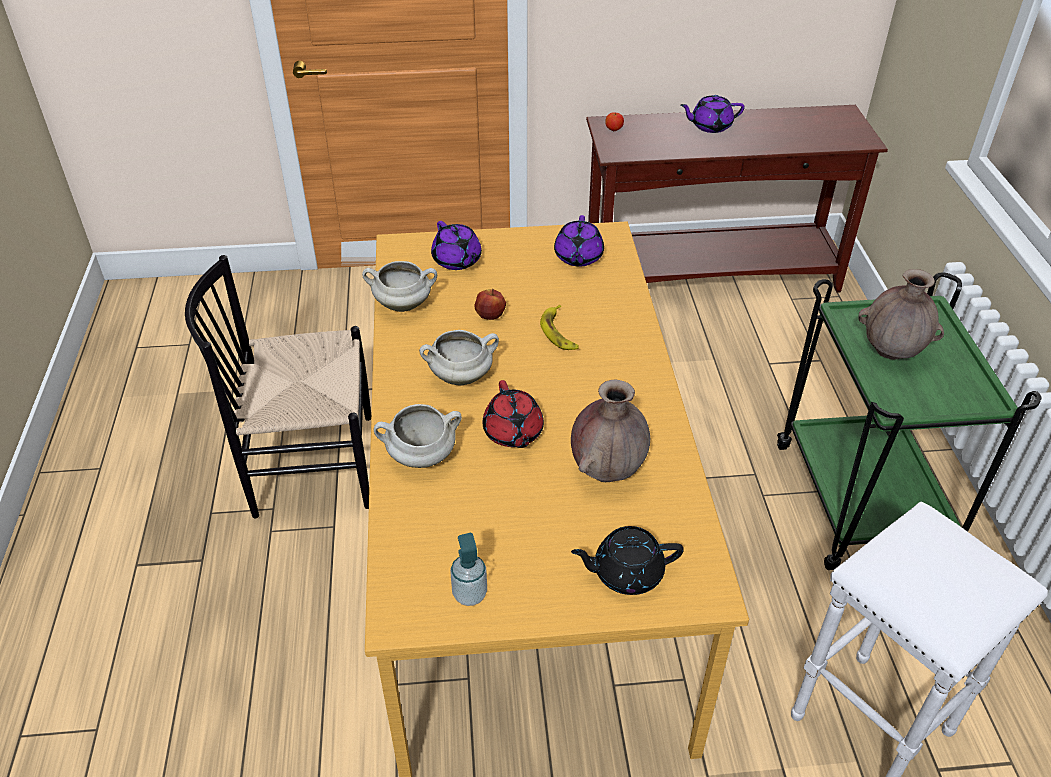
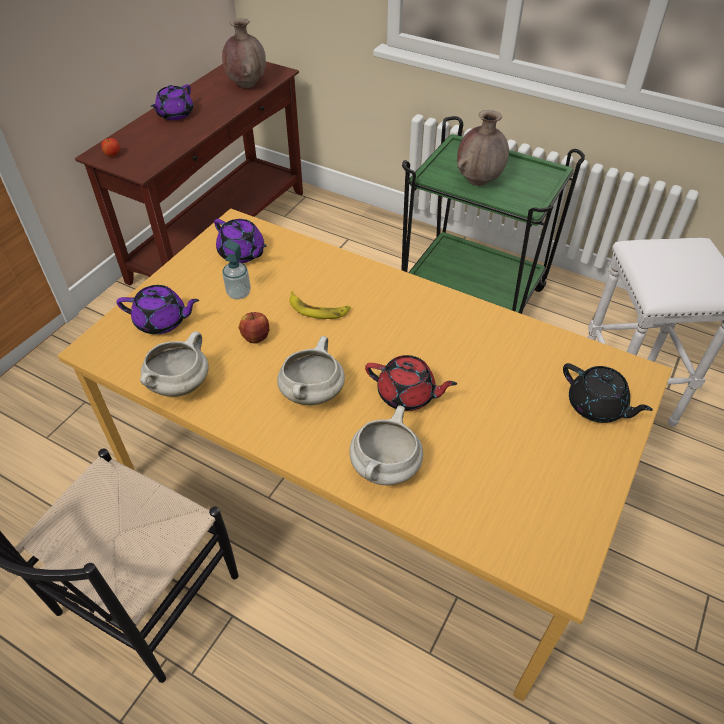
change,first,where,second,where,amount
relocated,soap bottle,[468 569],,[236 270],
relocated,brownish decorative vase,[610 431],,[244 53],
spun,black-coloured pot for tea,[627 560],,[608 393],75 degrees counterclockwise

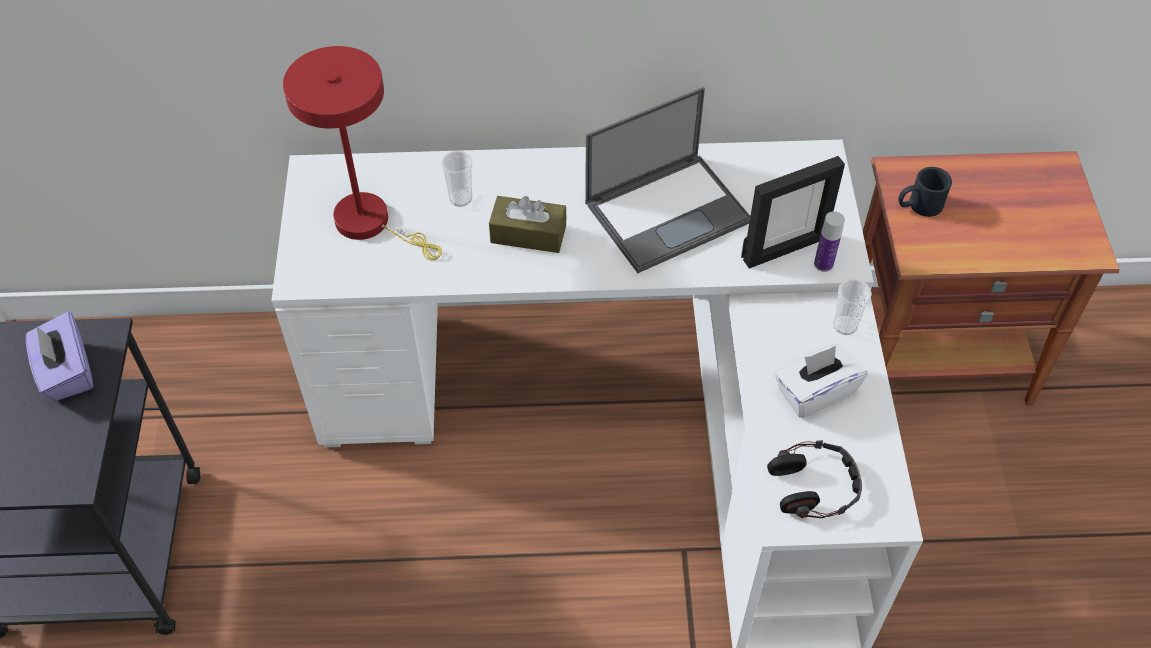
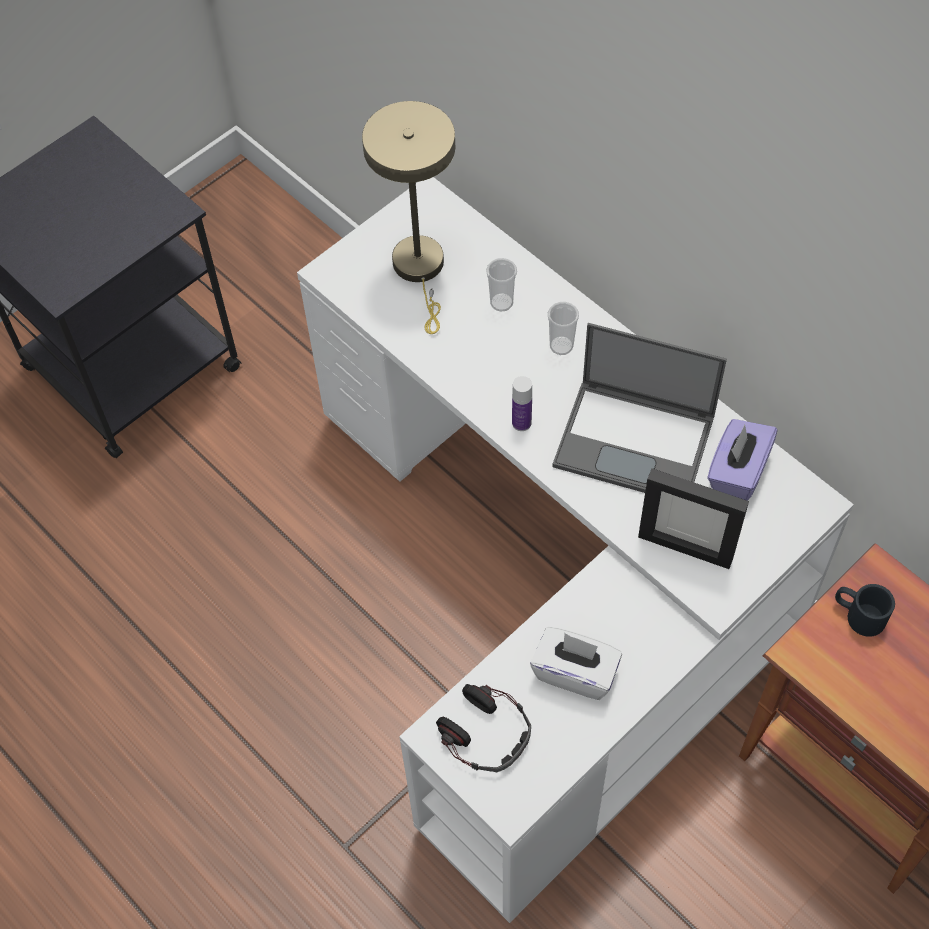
change,first,where,second,where,amount
missing,brownish box of tissues,[528 224],,,
relocated,purple-coloured box of tissues,[60 356],,[742 459],
relocated,drink bottle,[829 241],,[522 403],
relocated,cup,[852 307],,[563 328],
colour,reddish table lamp,[362 153],beige-coloured table lamp,[408 217],

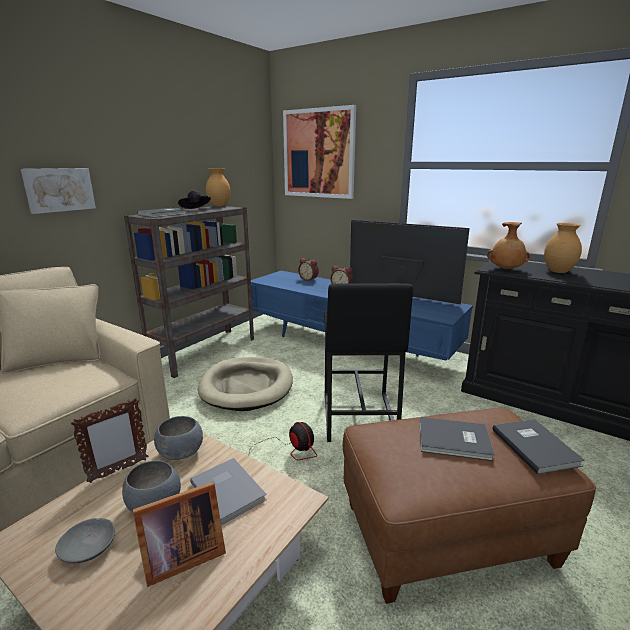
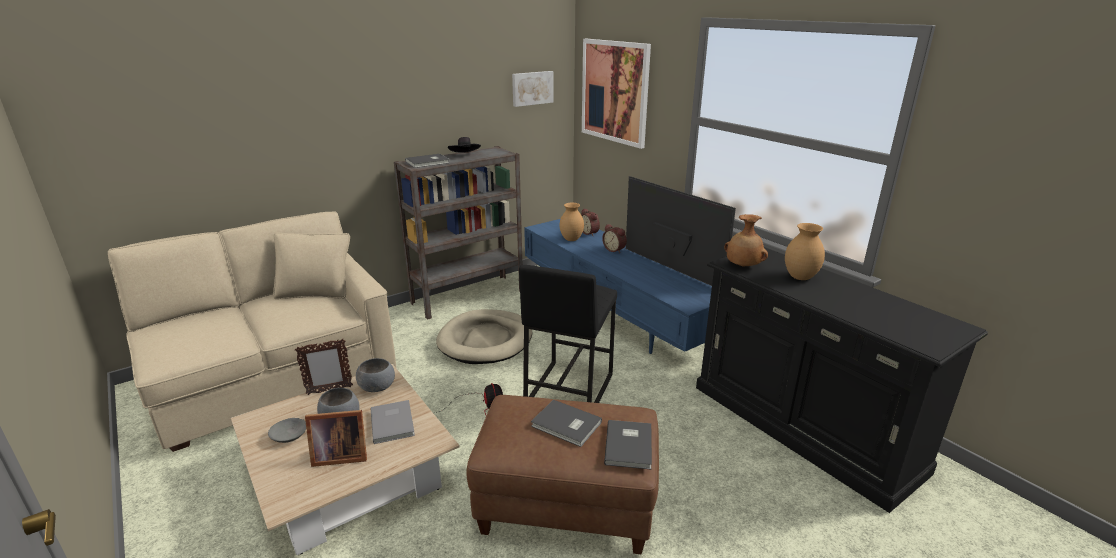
change,first,where,second,where,amount
relocated,wall picture,[58 191],,[533 89],
relocated,brownish decorative vase,[218 188],,[572 222],

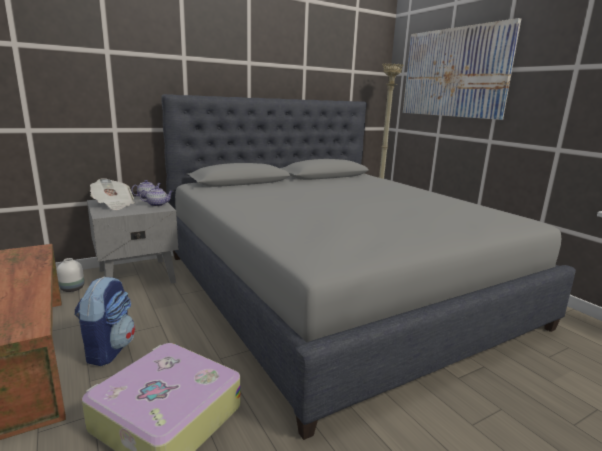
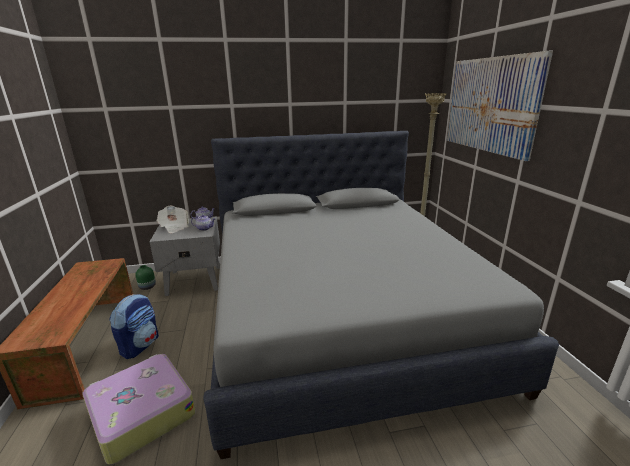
change,first,where,second,where,amount
colour,white-coloured decorative vase,[70 275],greenish decorative vase,[145 277],

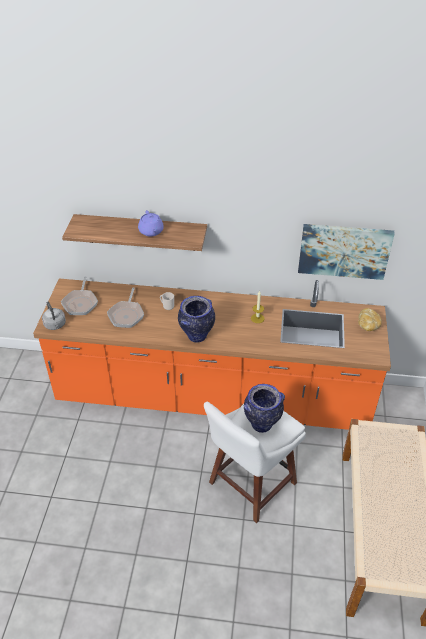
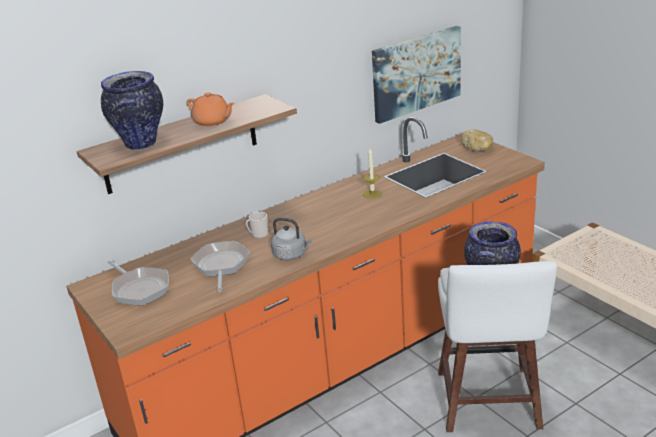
change,first,where,second,where,amount
relocated,gray tea kettle,[54 316],,[291 239],
relocated,decorative vase,[196 319],,[132 110],
colour,purple-coloured pot for tea,[151 223],orange pot for tea,[211 109],
spun,skillet,[125 307],,[220 267],150 degrees counterclockwise

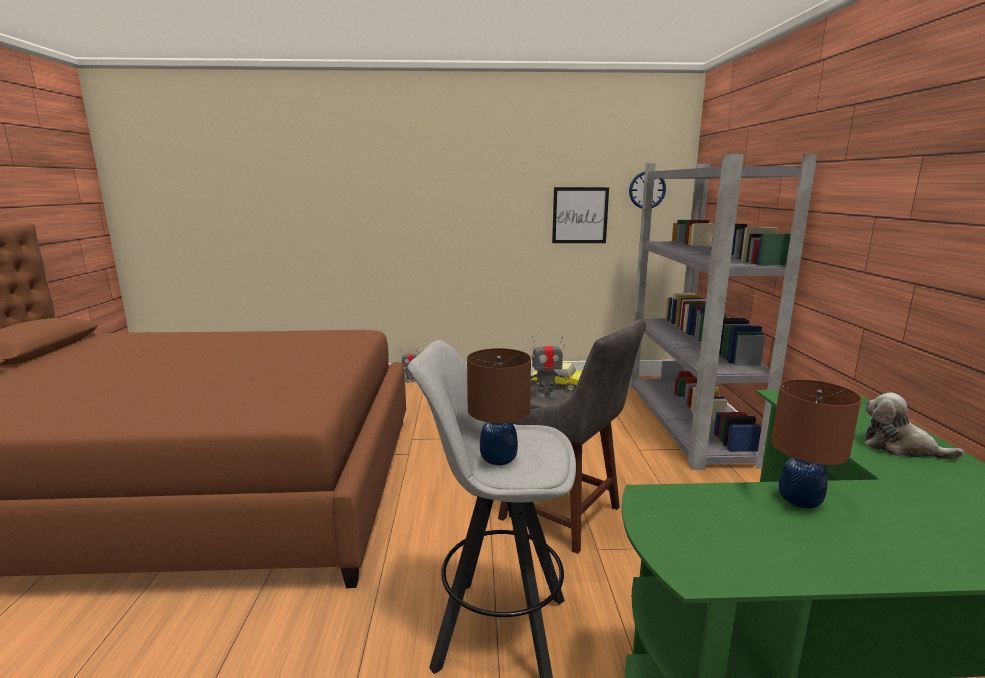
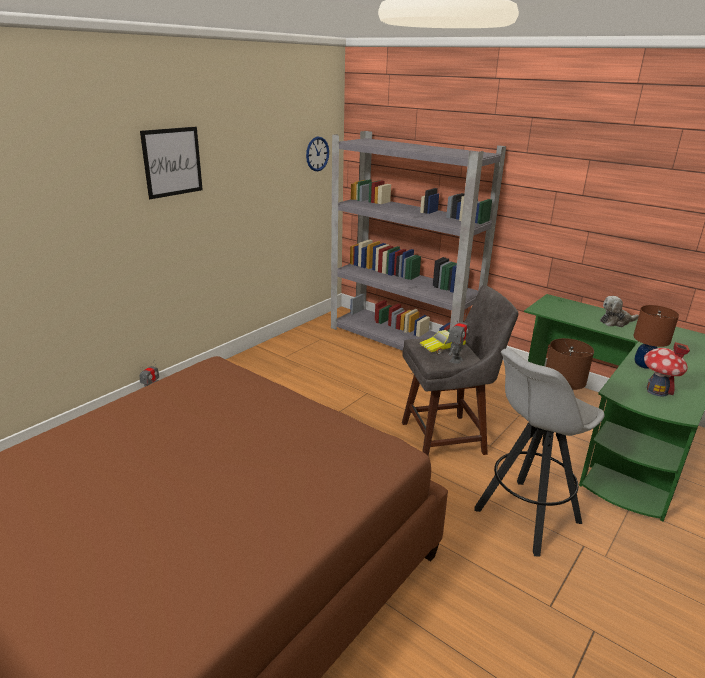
change,first,where,second,where,amount
appeared,,,toy house,[667 369],
relocated,wall picture,[580 215],,[171 163],

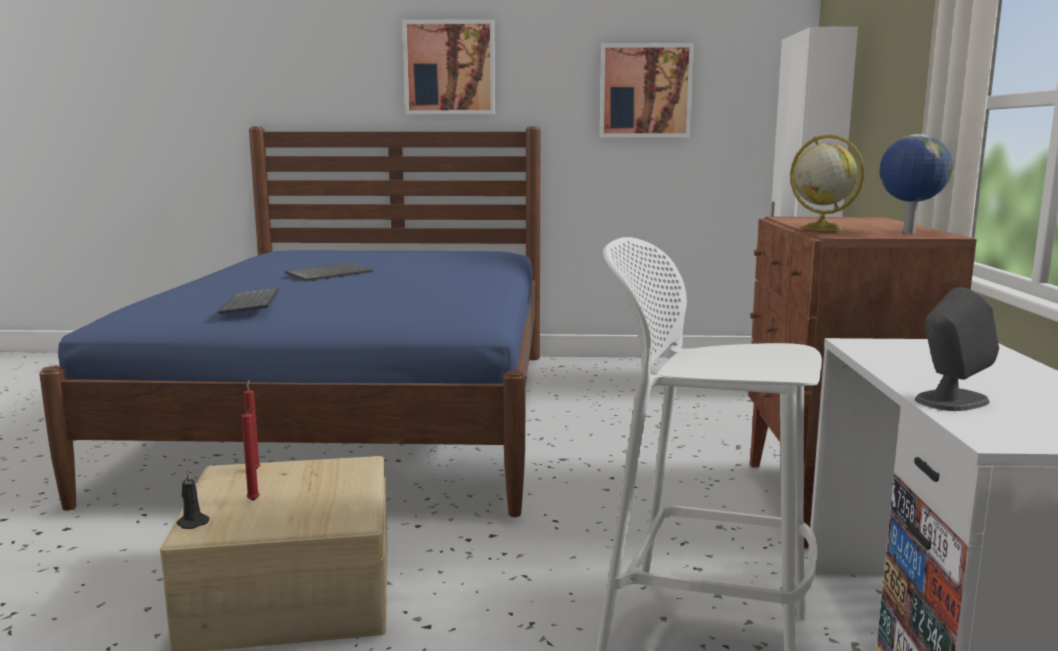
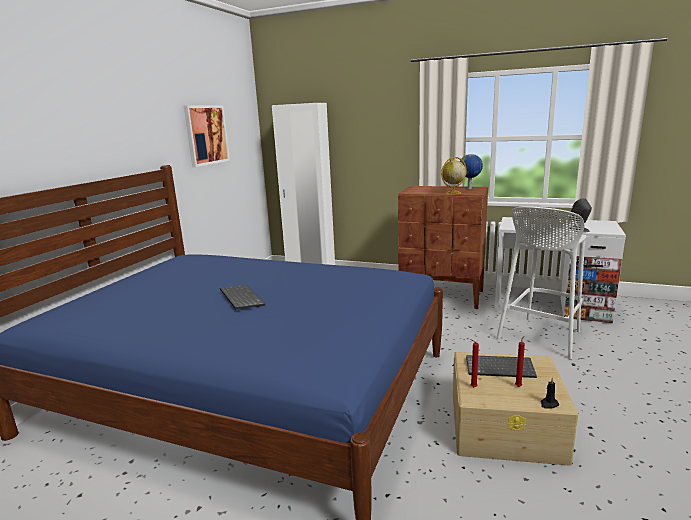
change,first,where,second,where,amount
missing,wall picture,[448 67],,,
relocated,PC keyboard,[249 301],,[501 366],

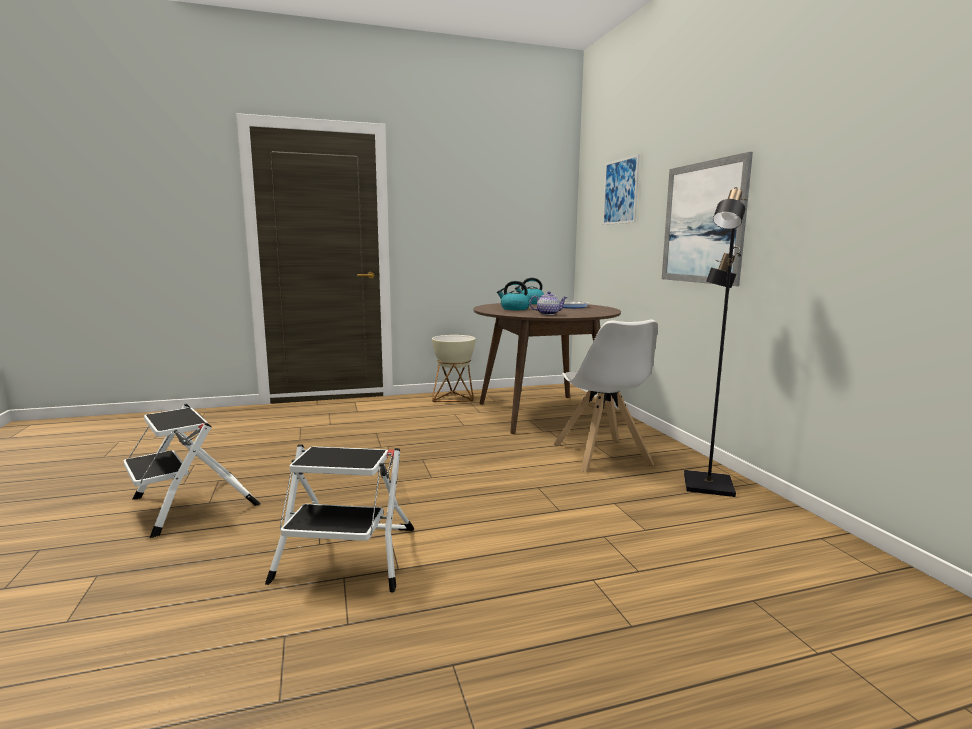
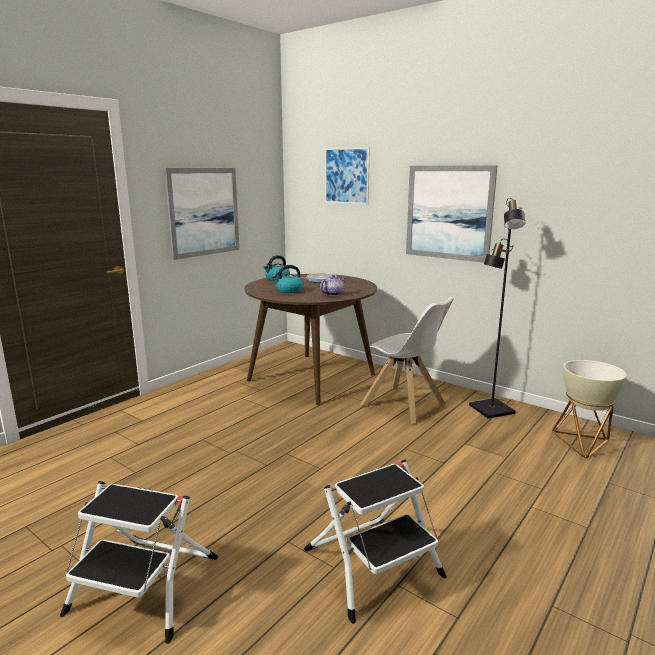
change,first,where,second,where,amount
appeared,,,wall picture,[201 214],
relocated,planter,[454 368],,[589 409],

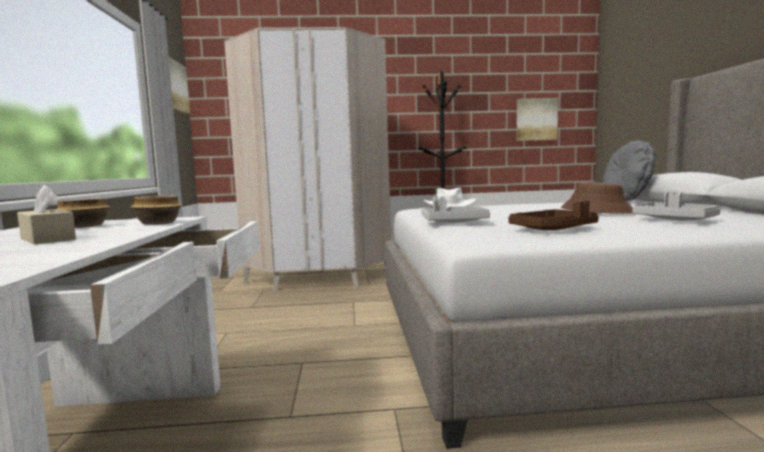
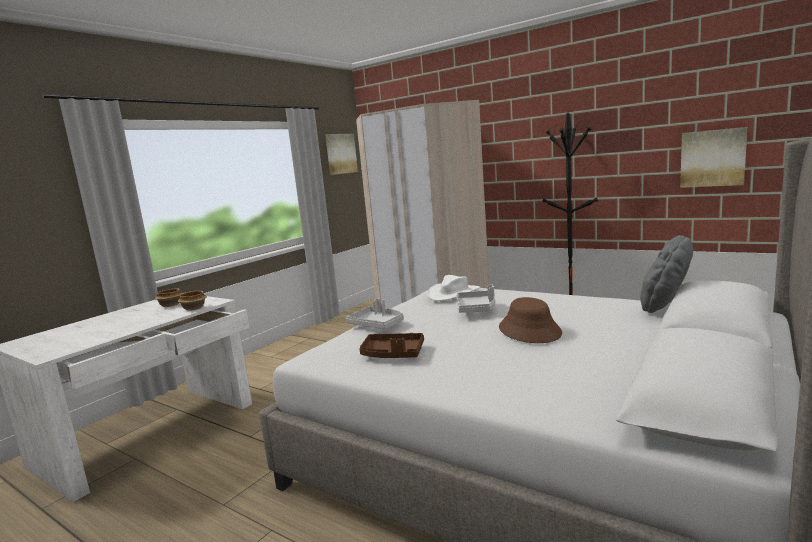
change,first,where,second,where,amount
missing,beige-coloured box of tissues,[46 215],,,
relocated,gray serving tray,[676 206],,[476 298],

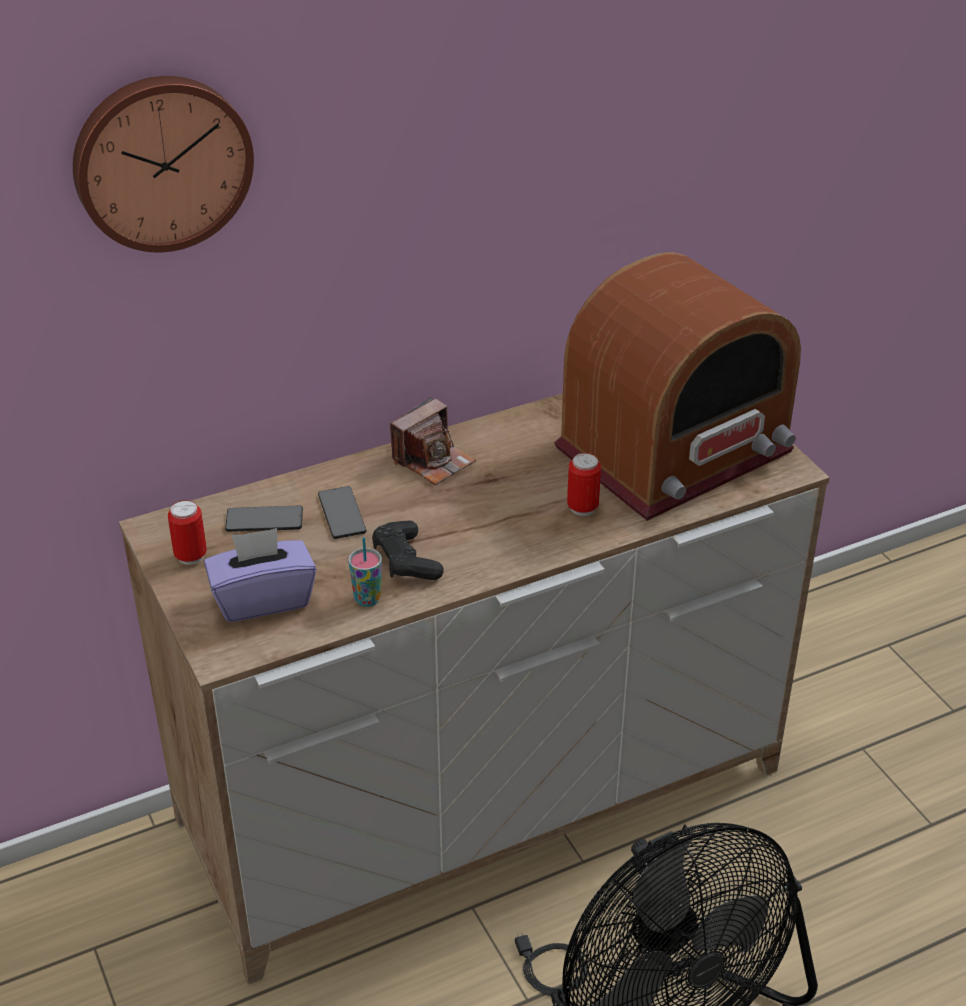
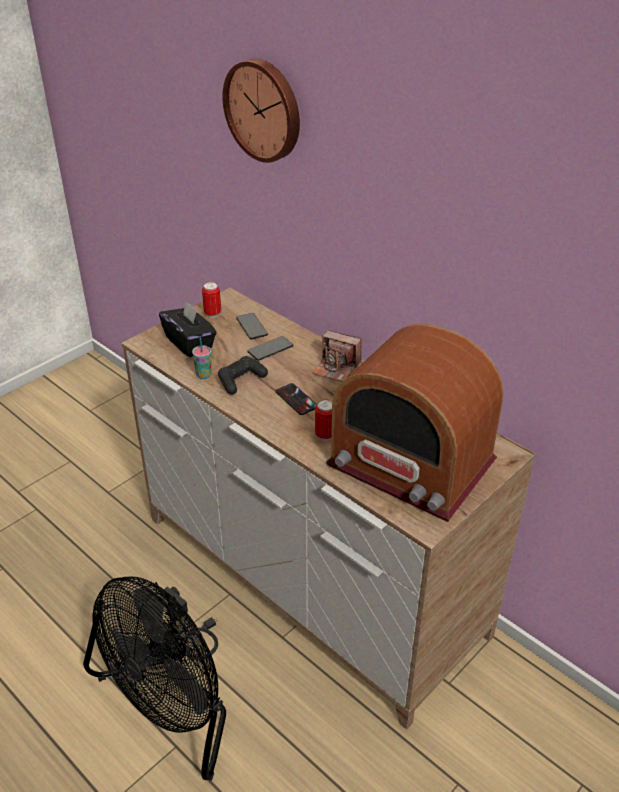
change,first,where,second,where,amount
appeared,,,telephone,[296 399],
colour,purple-coloured box of tissues,[260 575],black-coloured box of tissues,[188 329],

